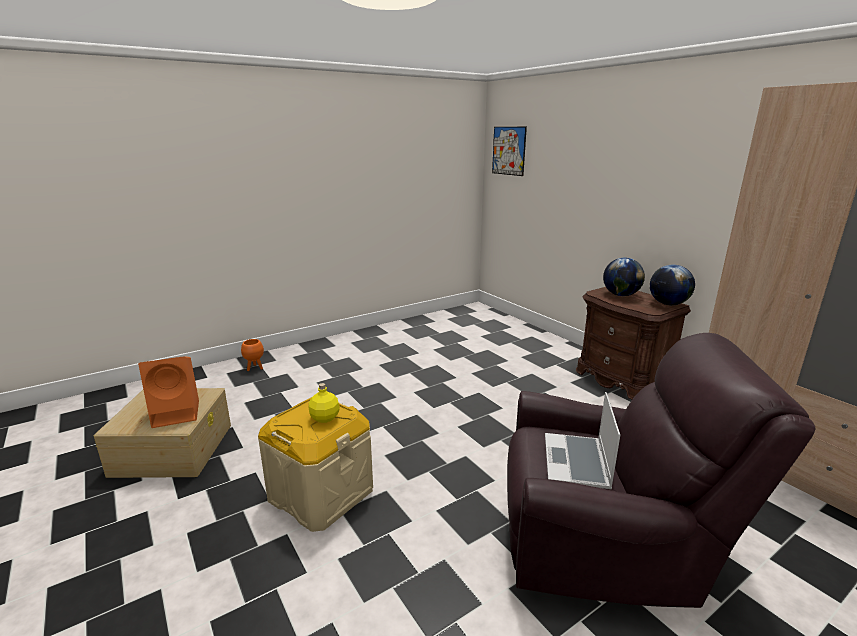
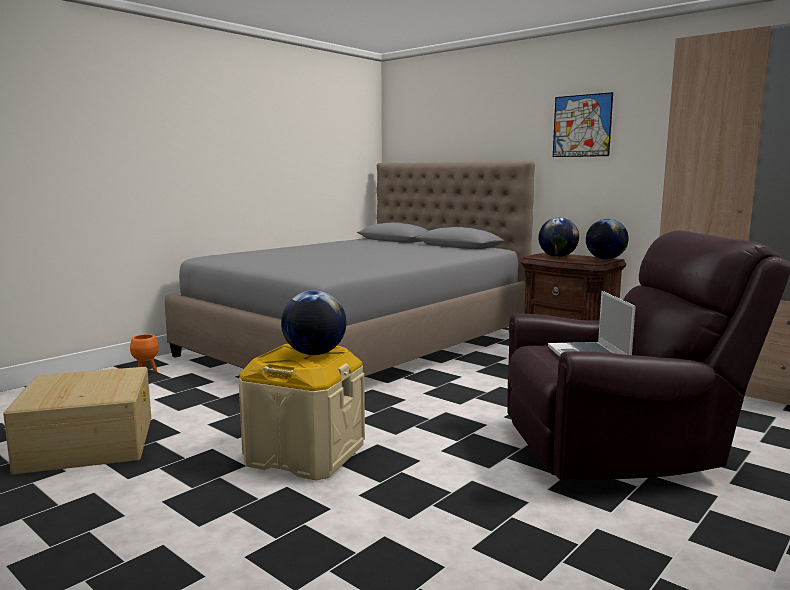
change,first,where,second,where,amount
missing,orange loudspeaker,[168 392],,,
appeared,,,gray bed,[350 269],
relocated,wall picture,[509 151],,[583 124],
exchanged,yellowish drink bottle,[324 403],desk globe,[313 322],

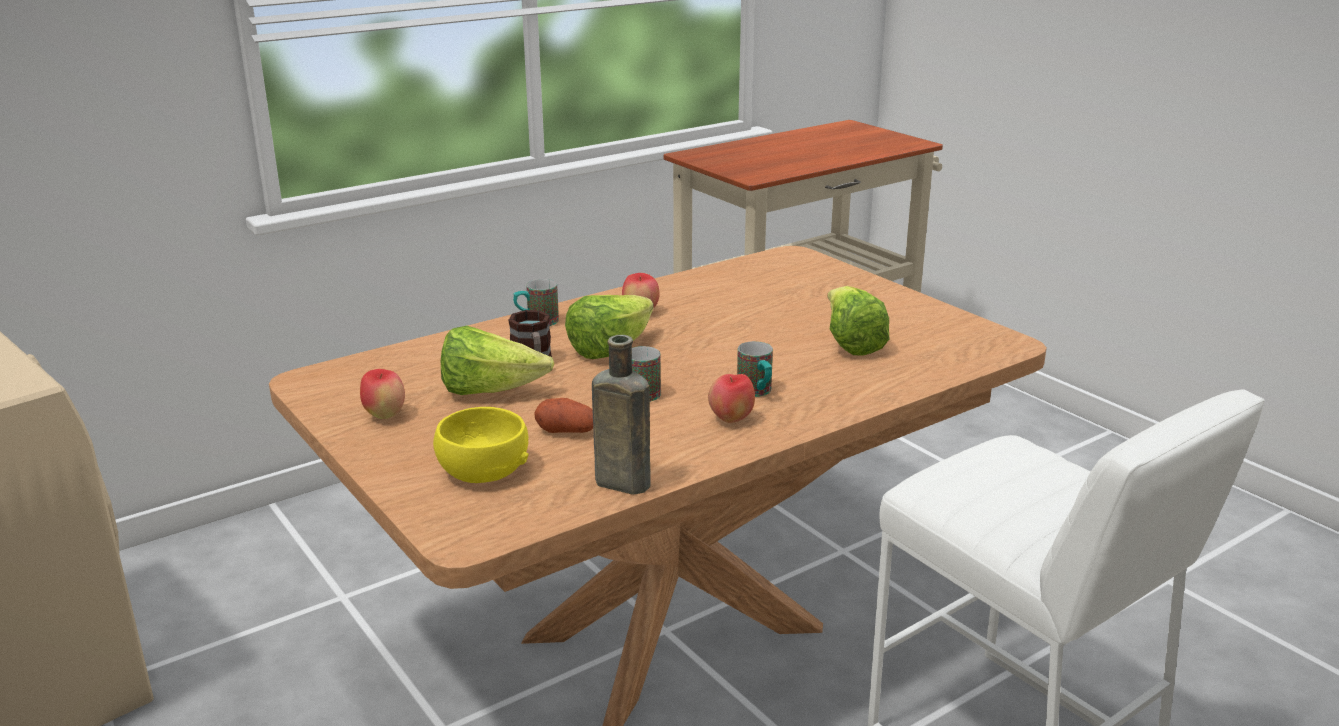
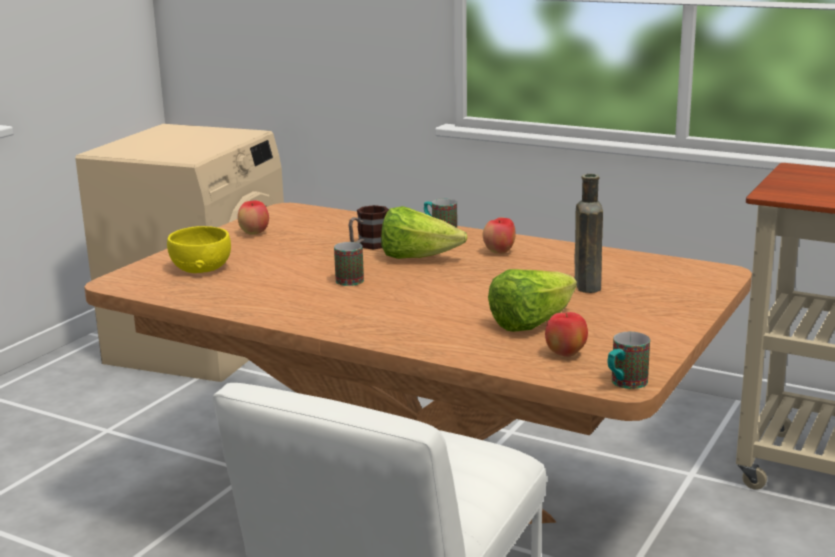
change,first,where,second,where,amount
missing,lettuce head,[497 360],,,
missing,potato,[563 415],,,
relocated,brownish drink bottle,[621 415],,[589 233],
relocated,whole apple,[731 398],,[566 334],
relocated,tea mug,[755 369],,[628 360],

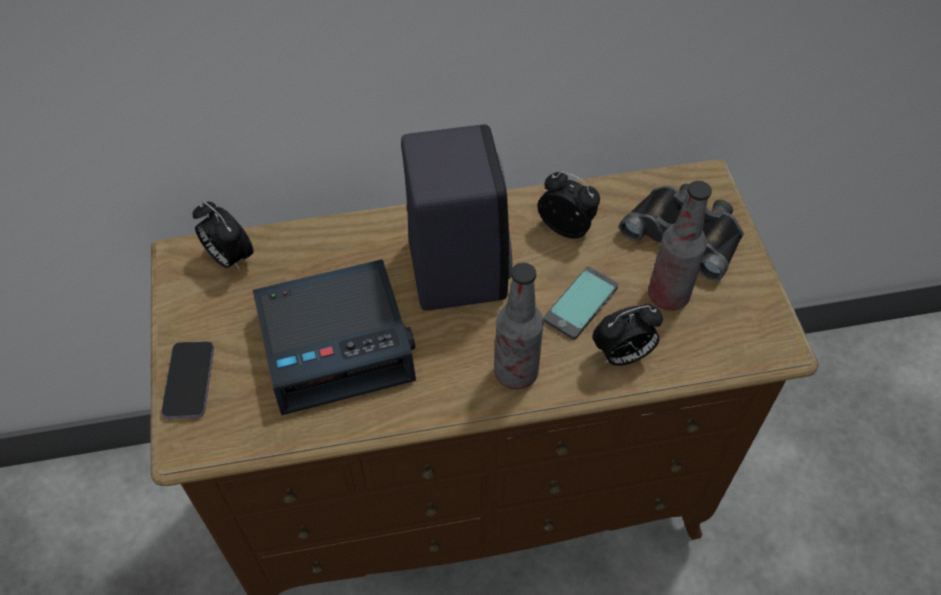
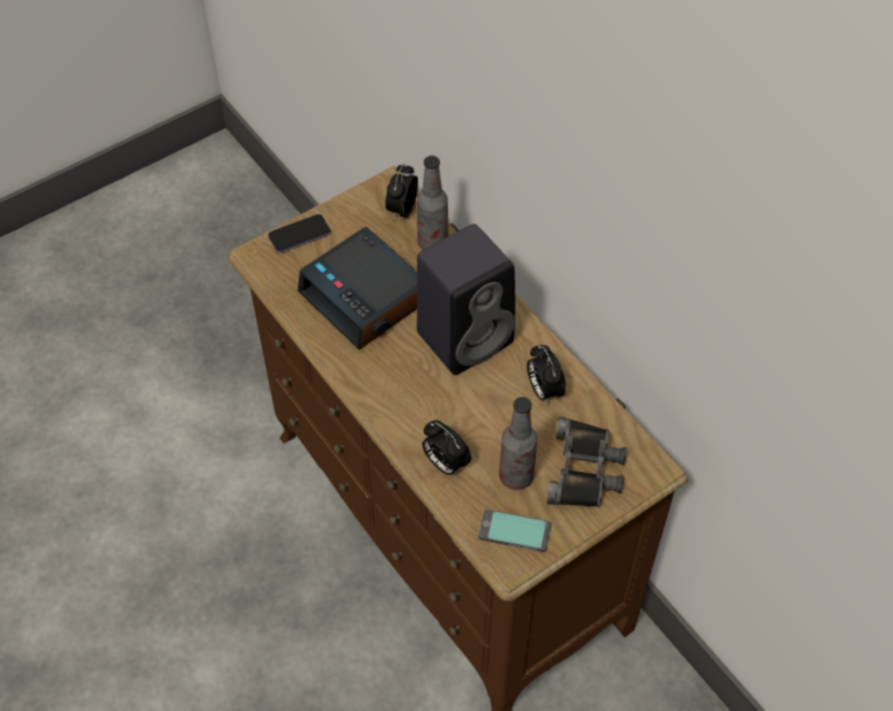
change,first,where,second,where,amount
relocated,drink bottle,[519 326],,[432 203],
relocated,telephone,[580 303],,[515 530],
spun,table clock,[569 205],,[546 374],150 degrees clockwise

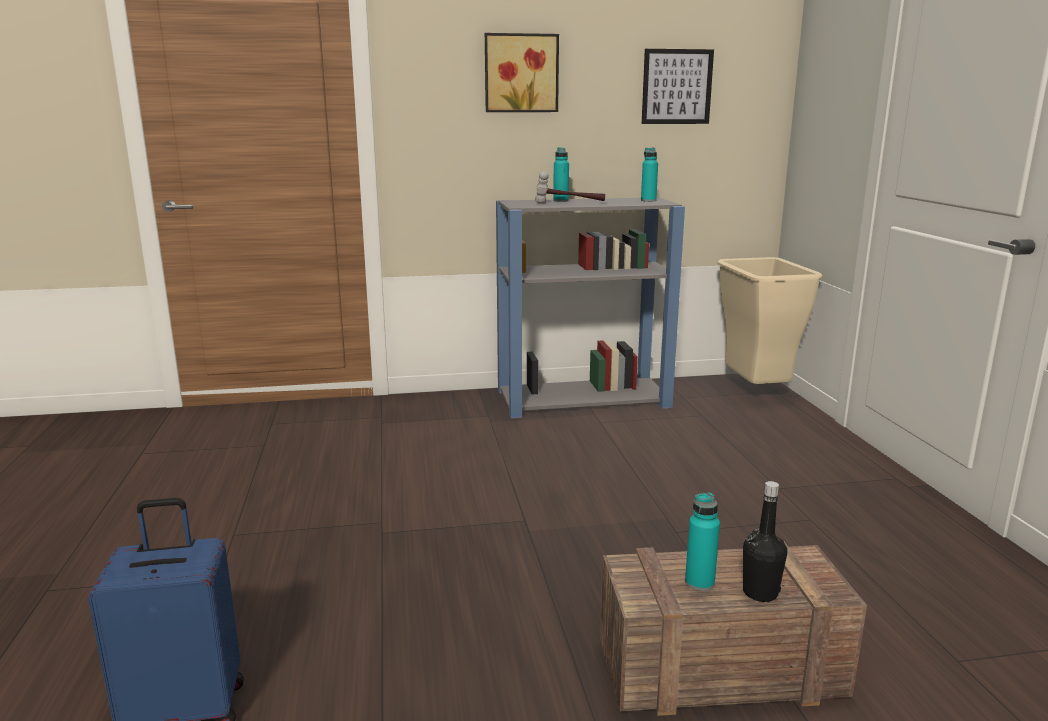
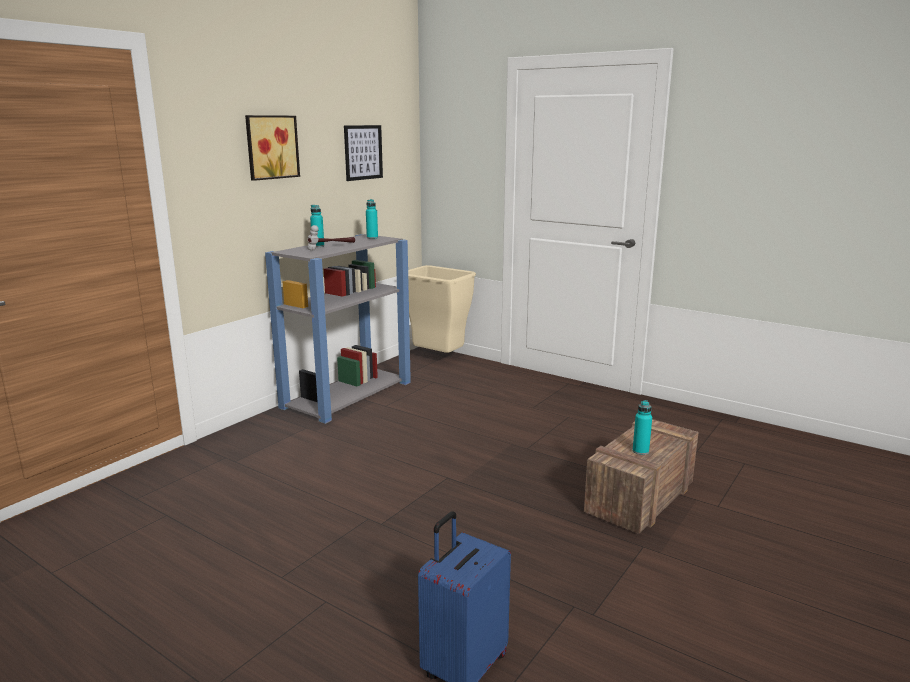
change,first,where,second,where,amount
missing,black-coloured drink bottle,[765 541],,,

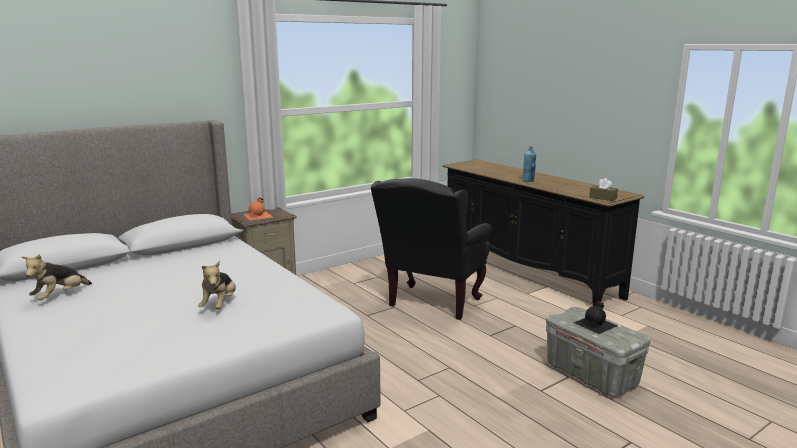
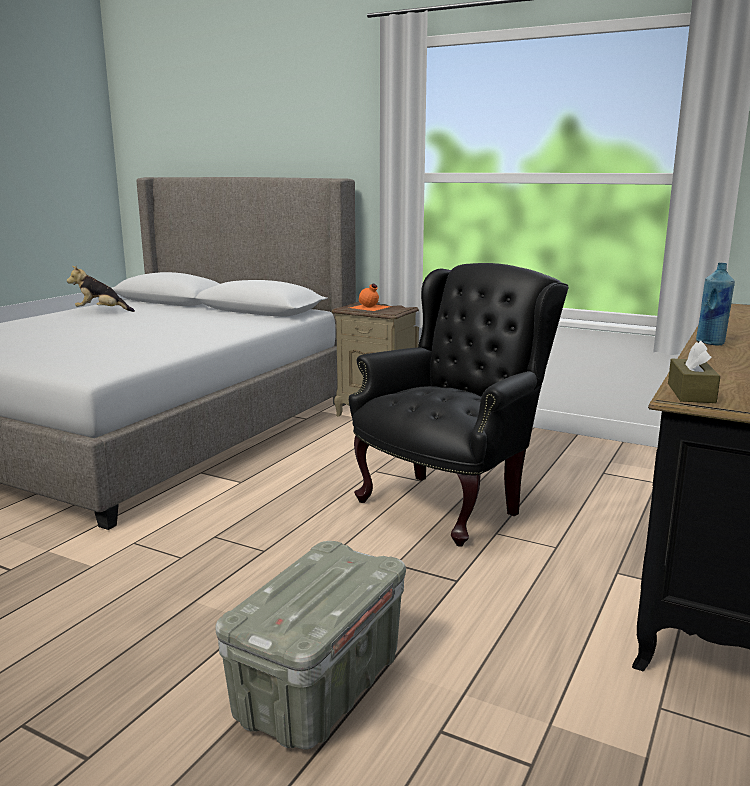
change,first,where,second,where,amount
missing,soft toy,[217 285],,,
missing,black-coloured drink bottle,[595 317],,,
spun,black-coloured armchair,[431 249],,[459 405],135 degrees clockwise

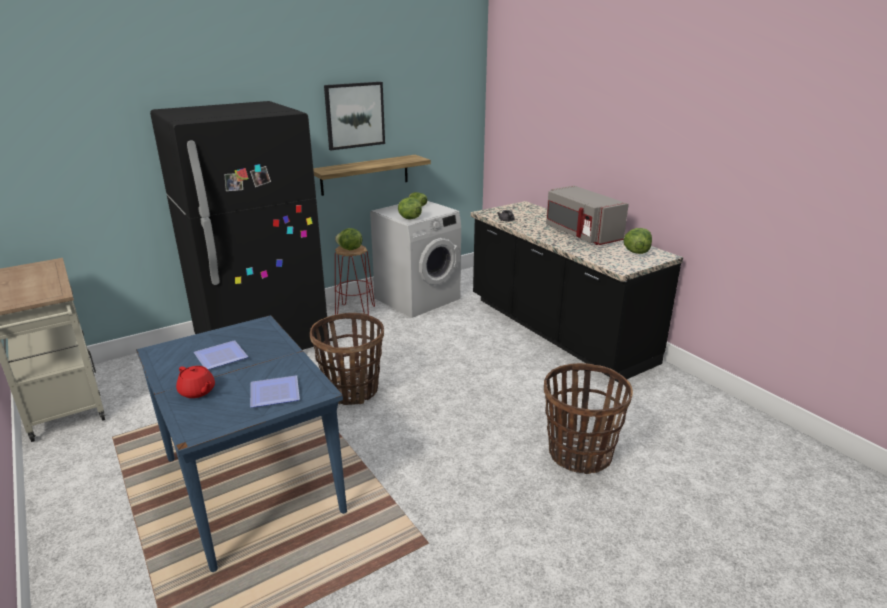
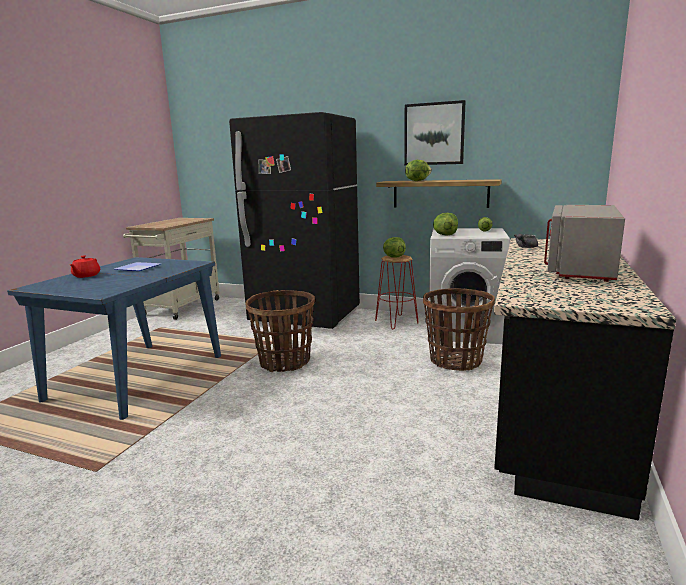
change,first,where,second,where,amount
missing,flat dish,[275 391],,,
relocated,basket,[588 418],,[459 329],
relocated,lettuce head,[637 241],,[418 170],

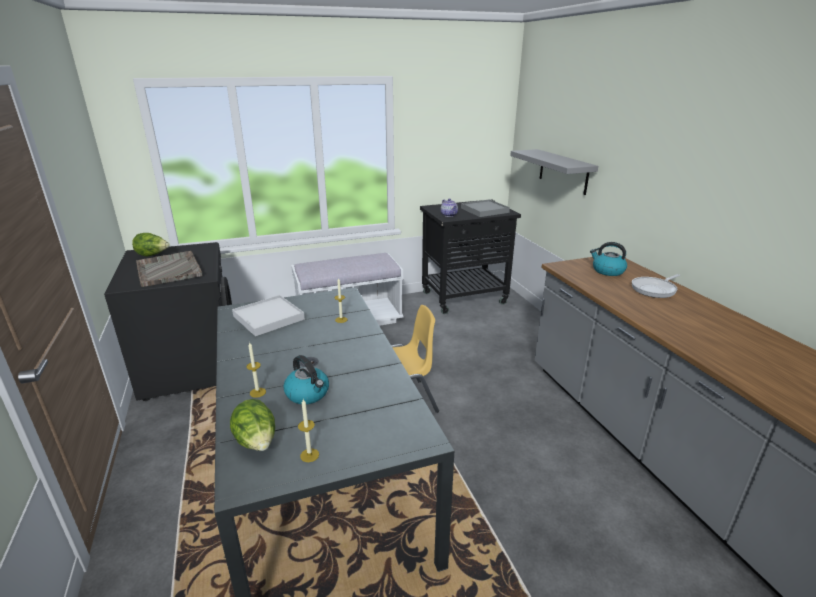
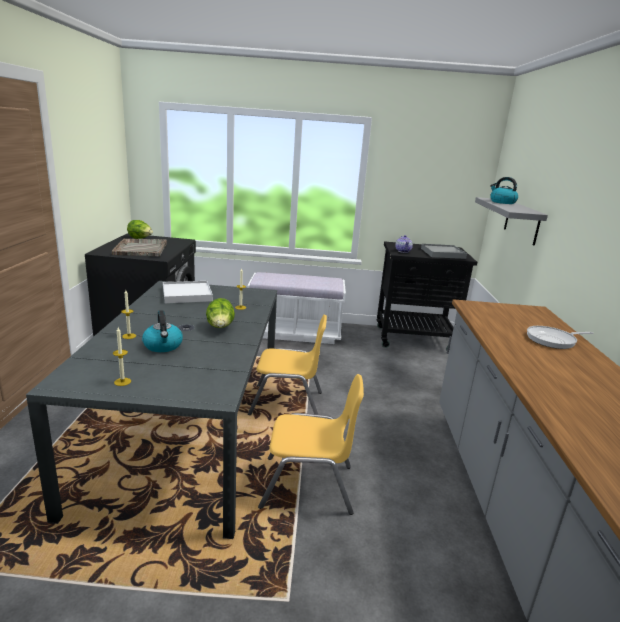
change,first,where,second,where,amount
appeared,,,yellowish upright chair,[311 444],
relocated,lettuce head,[252 425],,[220 313],
relocated,tea kettle,[608 259],,[504 190],

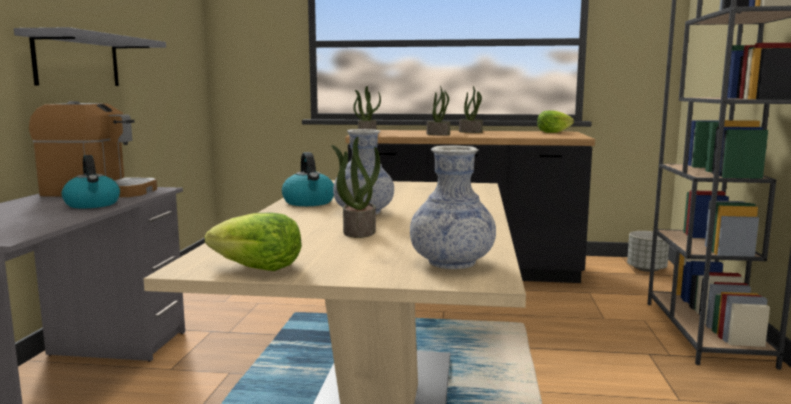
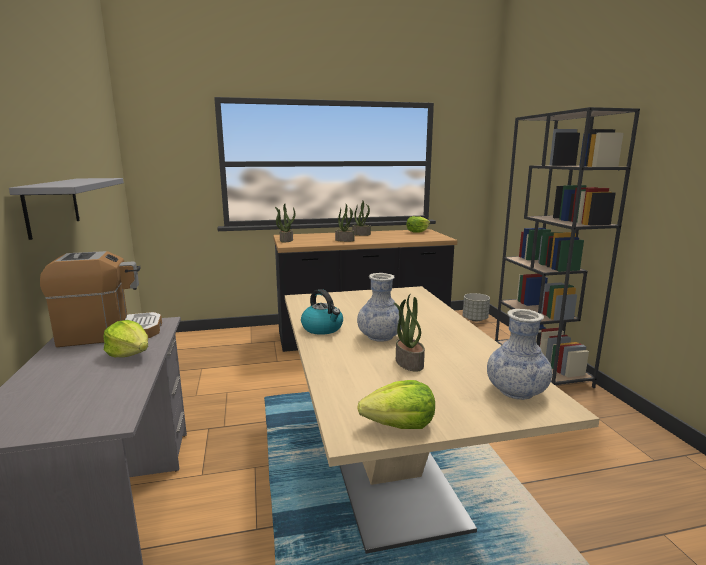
change,first,where,second,where,amount
exchanged,tea kettle,[91 181],lettuce head,[125 338],

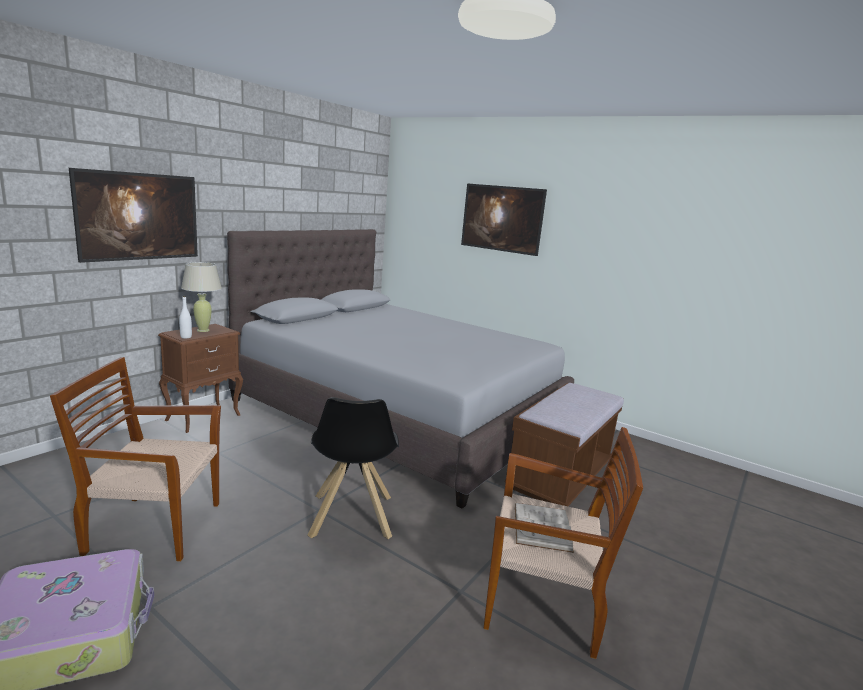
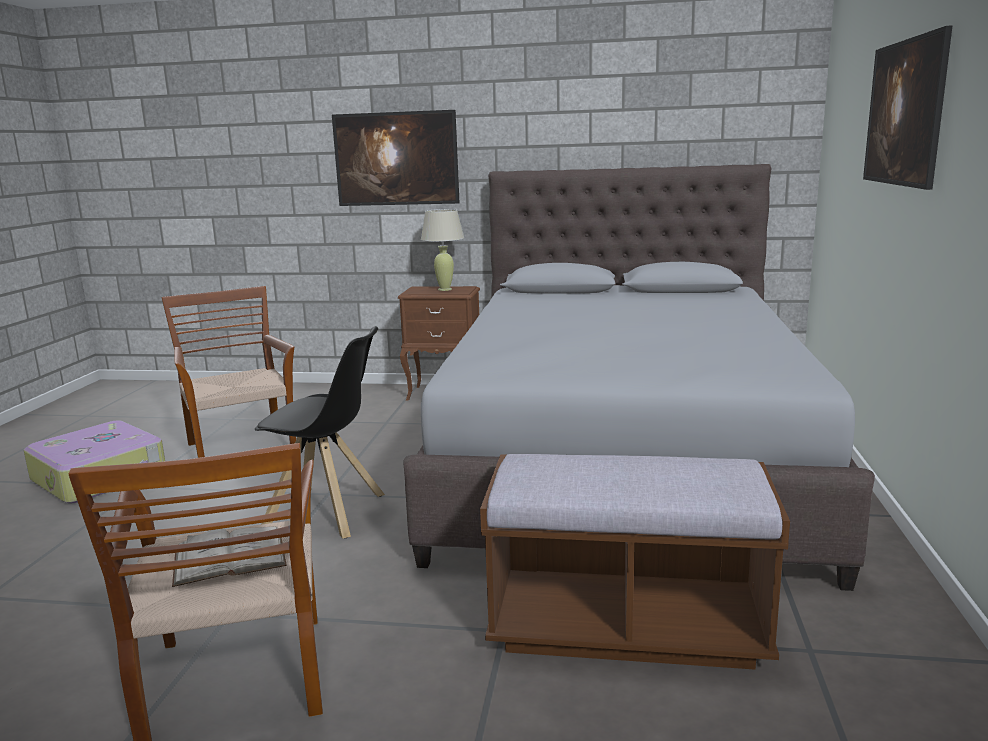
change,first,where,second,where,amount
missing,white-coloured drink bottle,[185 317],,,
spun,black-coloured upright chair,[353 468],,[320 432],135 degrees counterclockwise

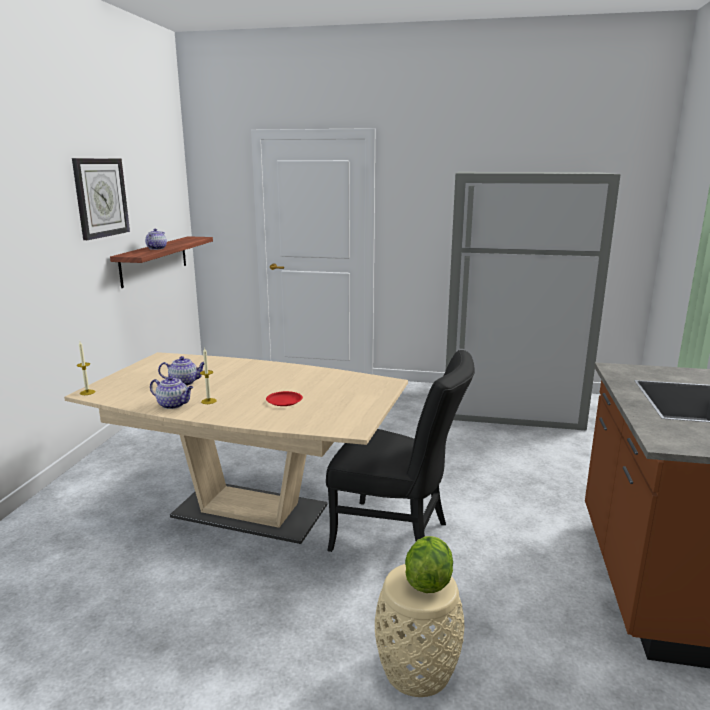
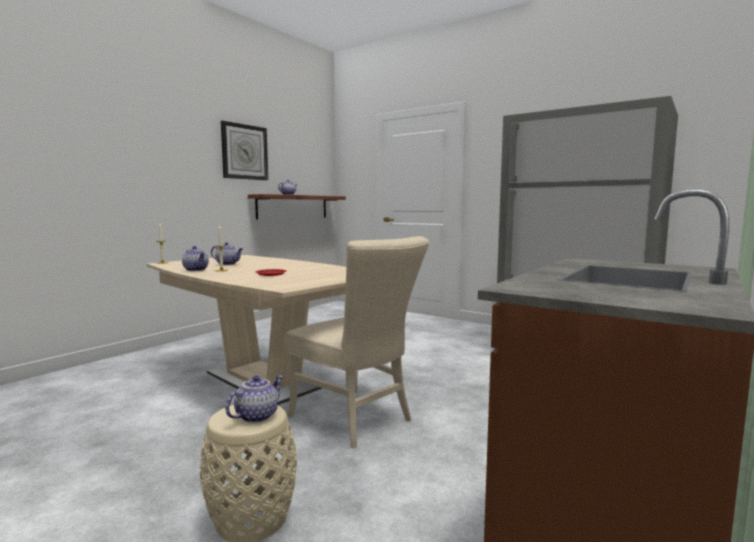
change,first,where,second,where,amount
exchanged,lettuce head,[429 564],pot for tea,[254 399],
colour,black-coloured upright chair,[400 451],beige-coloured upright chair,[357 342],

